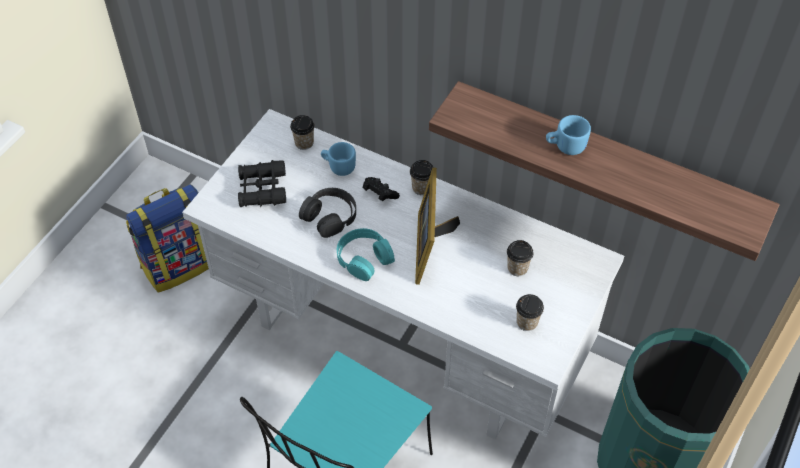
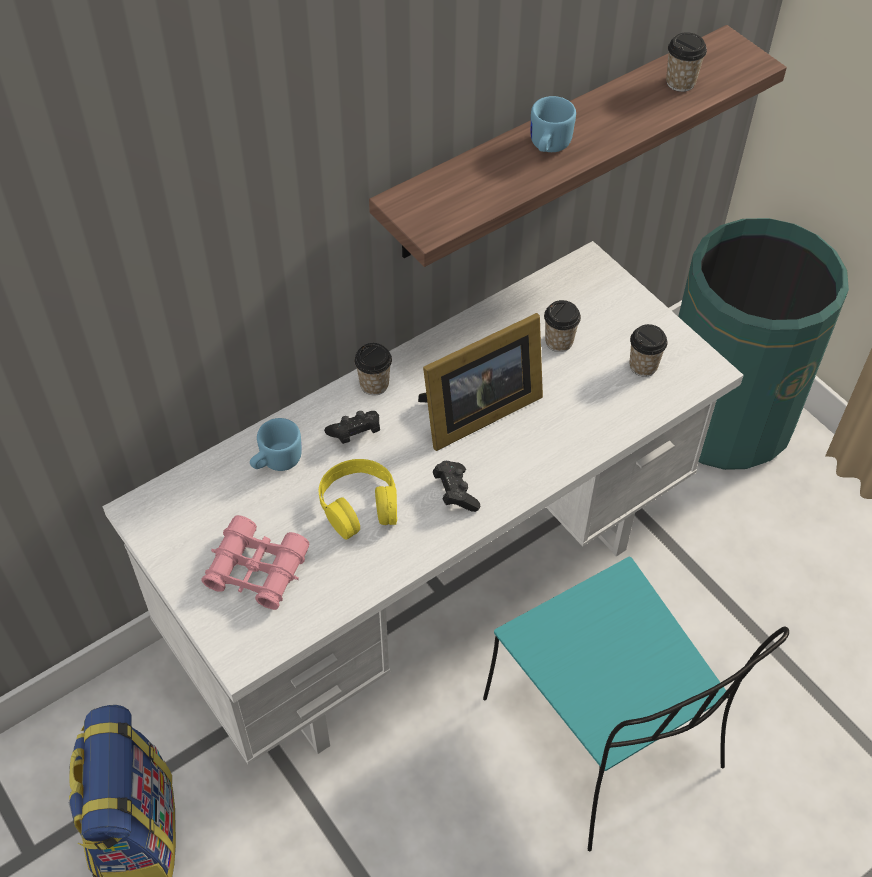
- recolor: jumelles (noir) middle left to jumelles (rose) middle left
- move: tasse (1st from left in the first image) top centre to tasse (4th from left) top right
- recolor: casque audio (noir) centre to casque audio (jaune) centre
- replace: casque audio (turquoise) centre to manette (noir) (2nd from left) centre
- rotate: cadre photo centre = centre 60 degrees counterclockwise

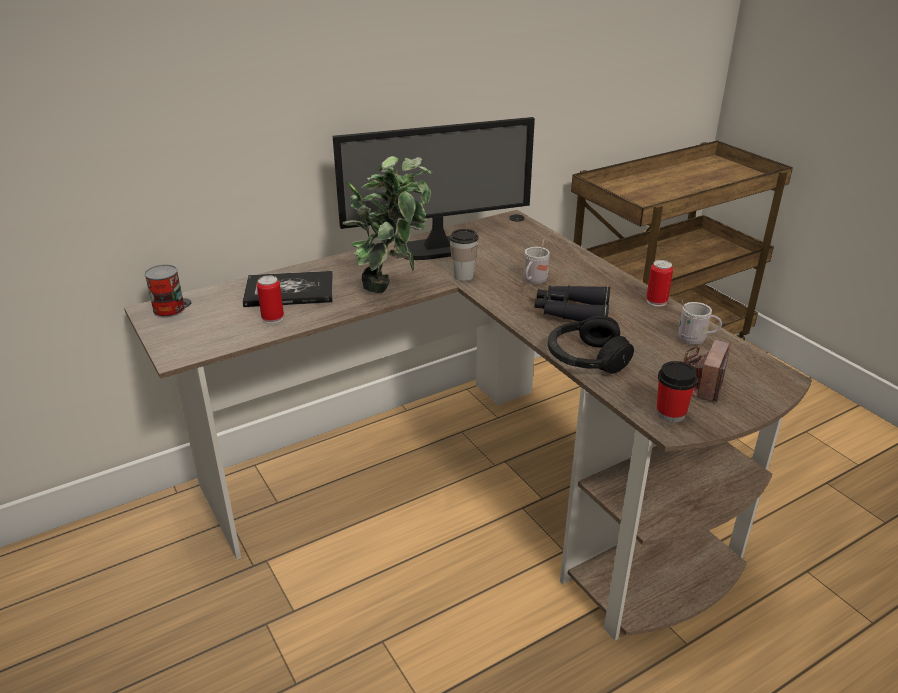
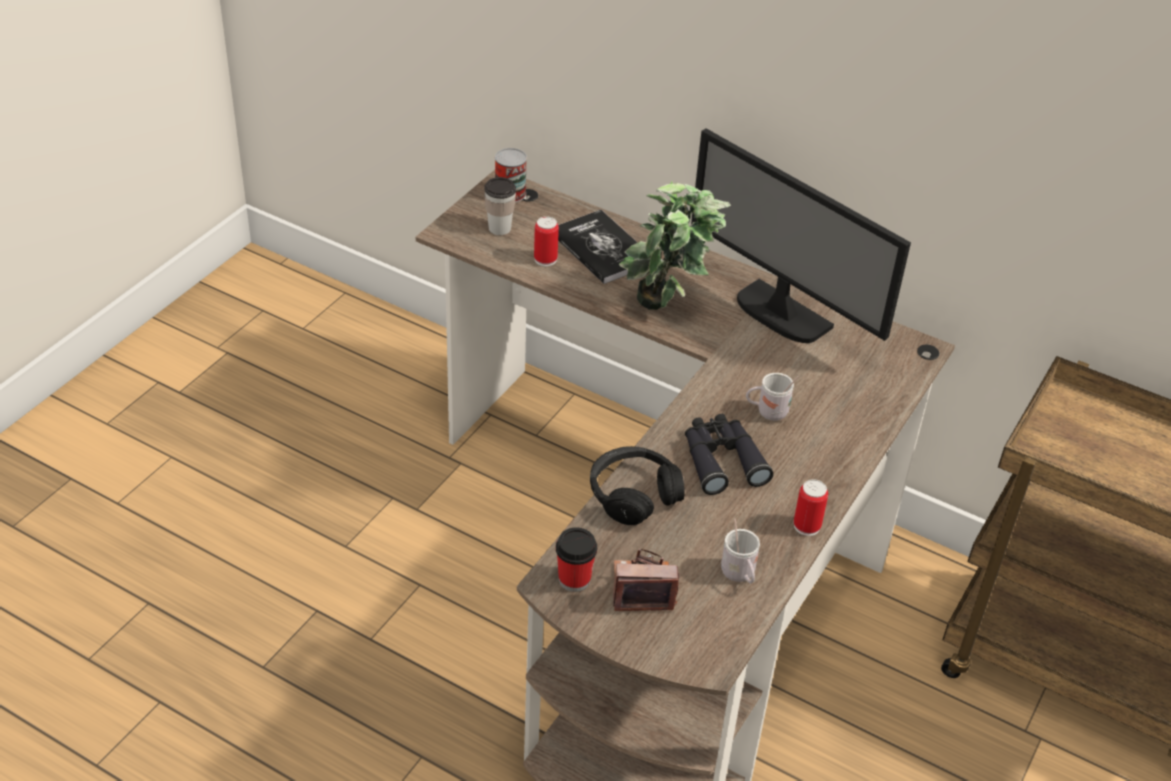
- move: tasse (1st from left) centre to top centre

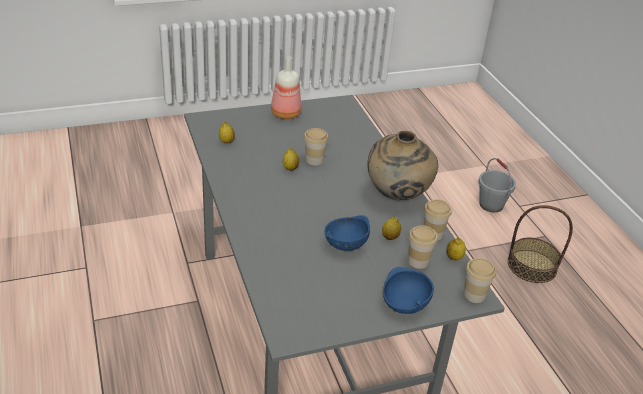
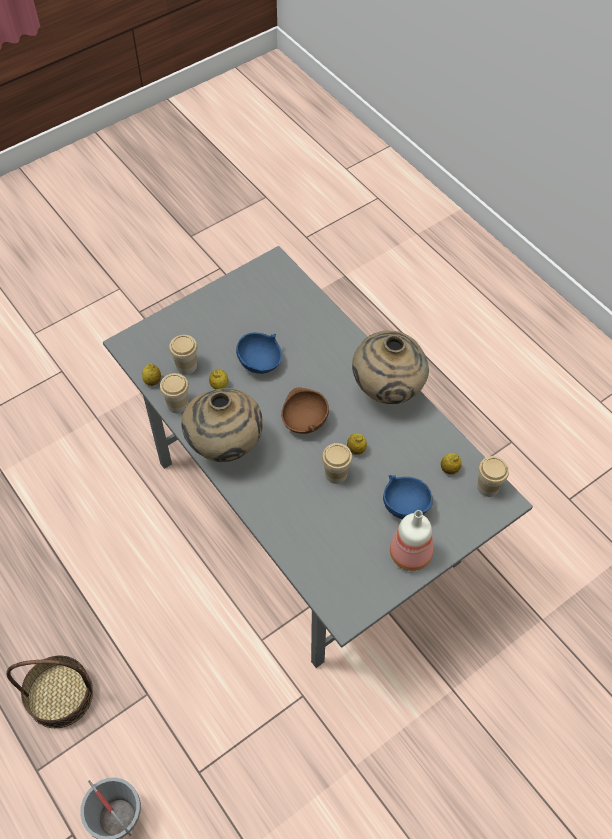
- move: bol (bleu) (2nd from left) bottom centre to middle right
- move: tasse (4th from left) bottom right to middle right
- insert: bol (marron) centre
- insert: vase (beige) (2nd from left) centre

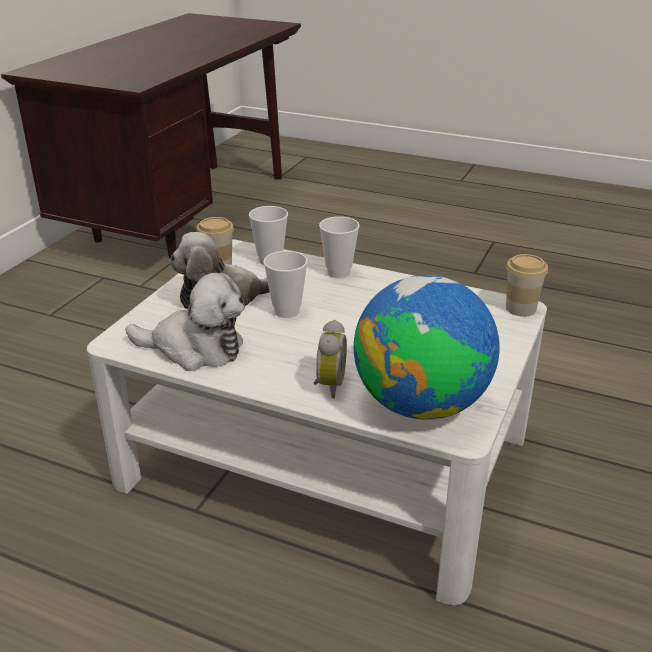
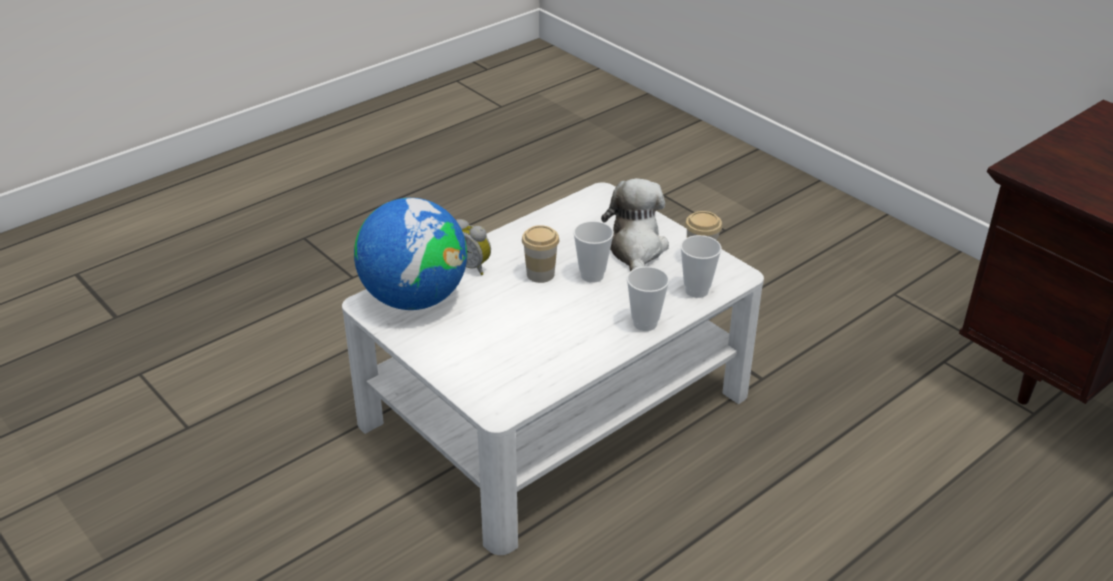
- delete: peluche (1st from left) middle left
- move: tasse (5th from left in the first image) middle right to tasse (1st from left) centre

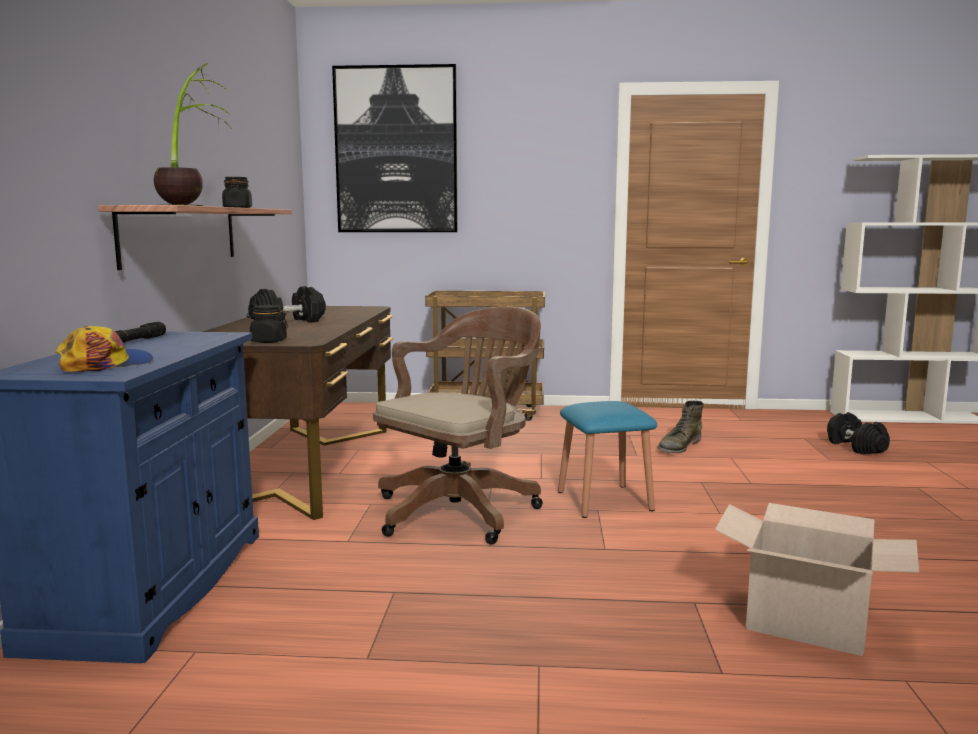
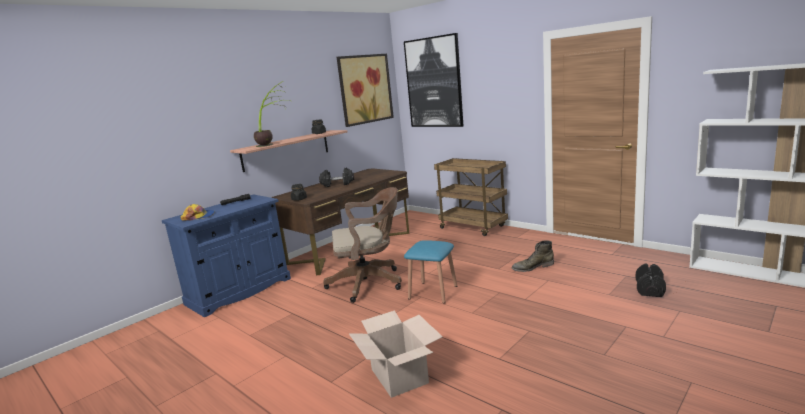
- insert: tableau (1st from left) top centre

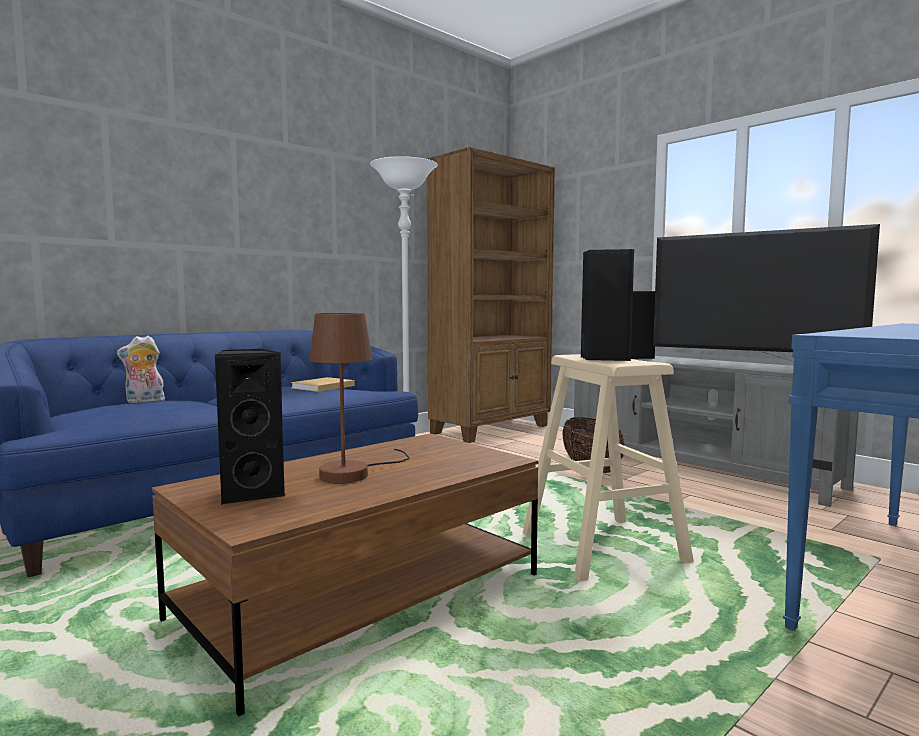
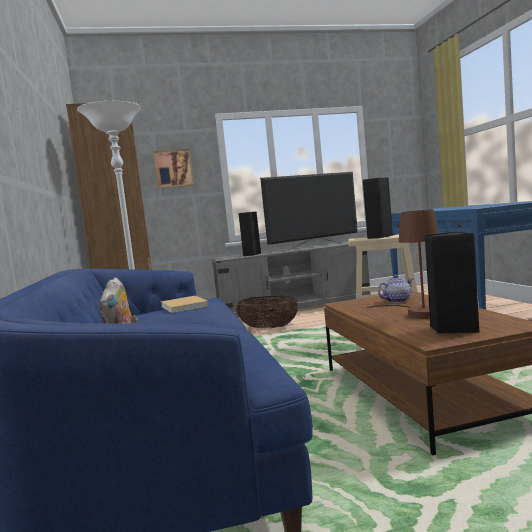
- insert: tableau top left
- insert: théière middle right

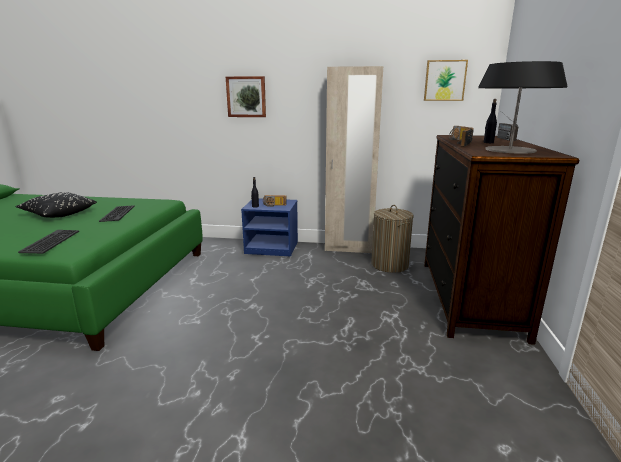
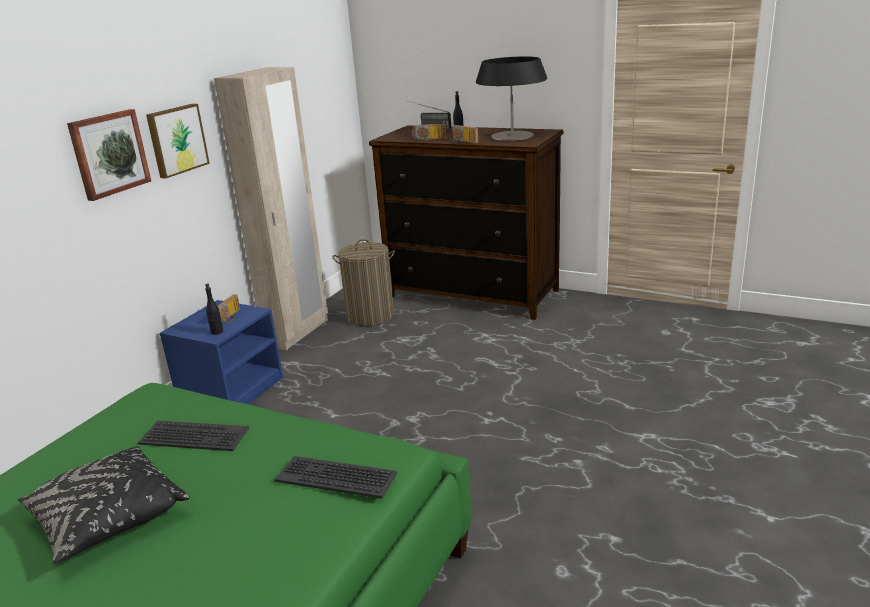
- move: tableau (2nd from left) top right to top left

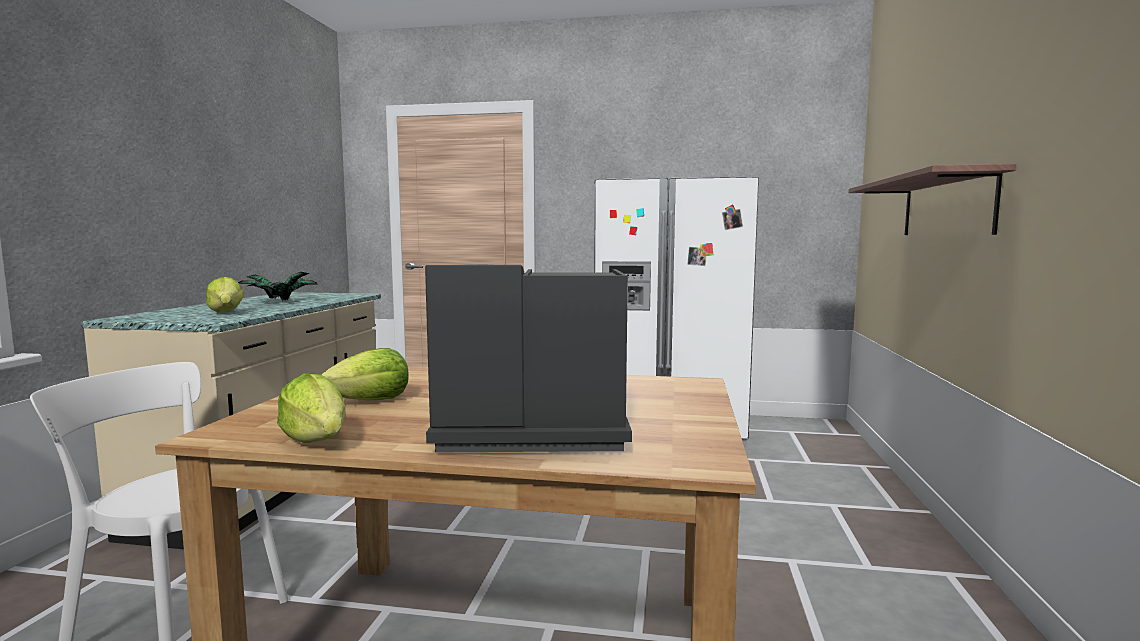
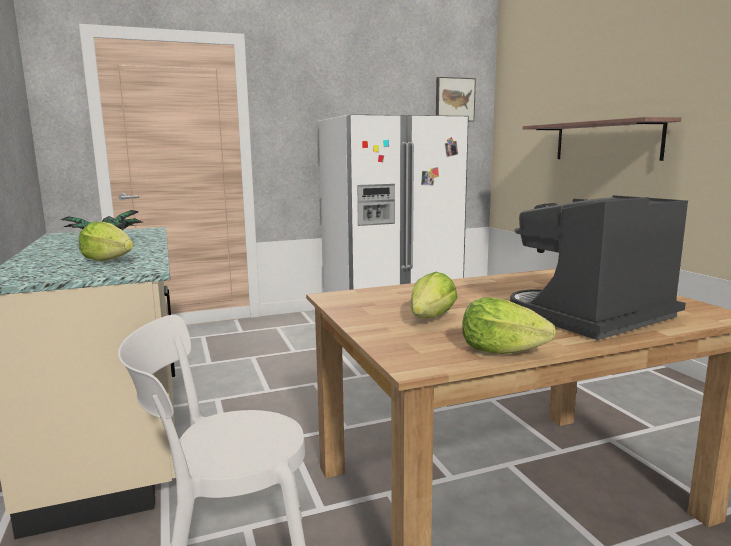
- insert: tableau top centre

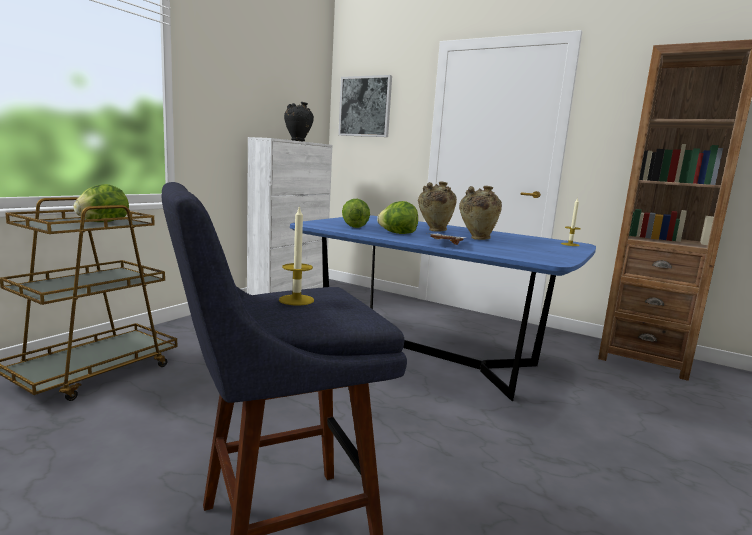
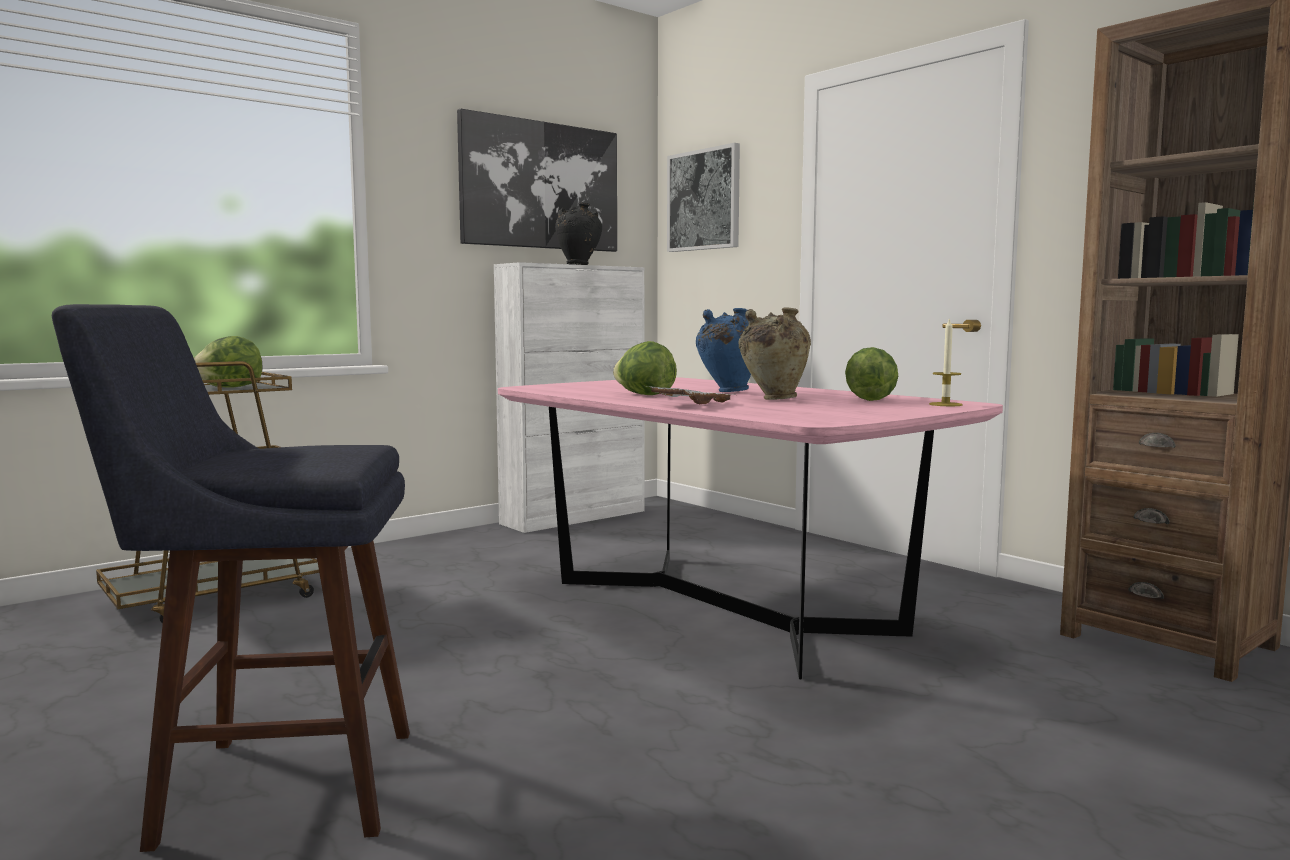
- delete: bougie (1st from left) centre
- recolor: table à manger (bleu) centre to table à manger (rose) centre
- move: laitue (2nd from left in the first image) centre to laitue (3rd from left) middle right
- recolor: vase (beige) (1st from left) centre to vase (bleu) centre
- insert: tableau (1st from left) top centre

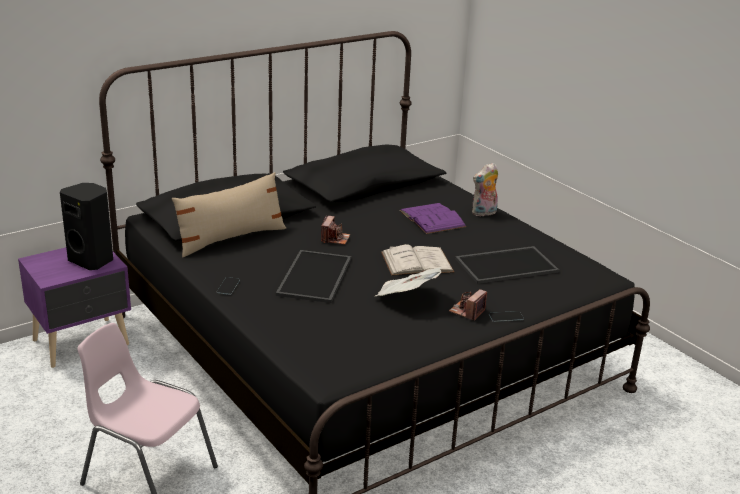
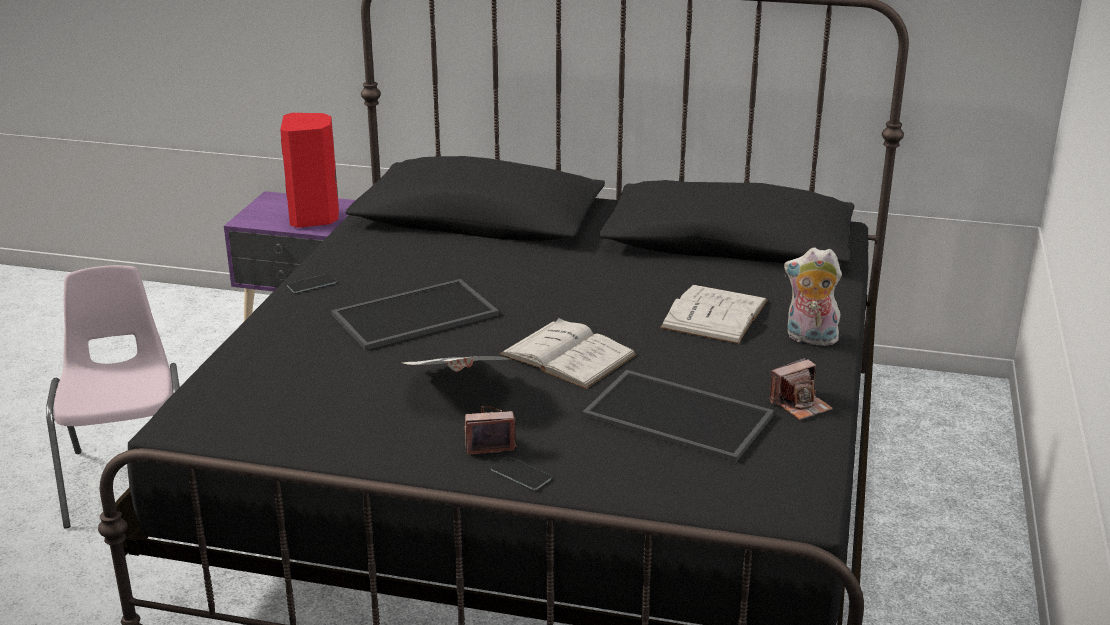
- recolor: enceinte (noir) middle left to enceinte (rouge) top left
- delete: coussin (beige) middle left
- move: appareil photo (1st from left in the first image) centre to appareil photo (2nd from left) middle right
- recolor: livre (violet) centre to livre (blanc) (2nd from left) centre

